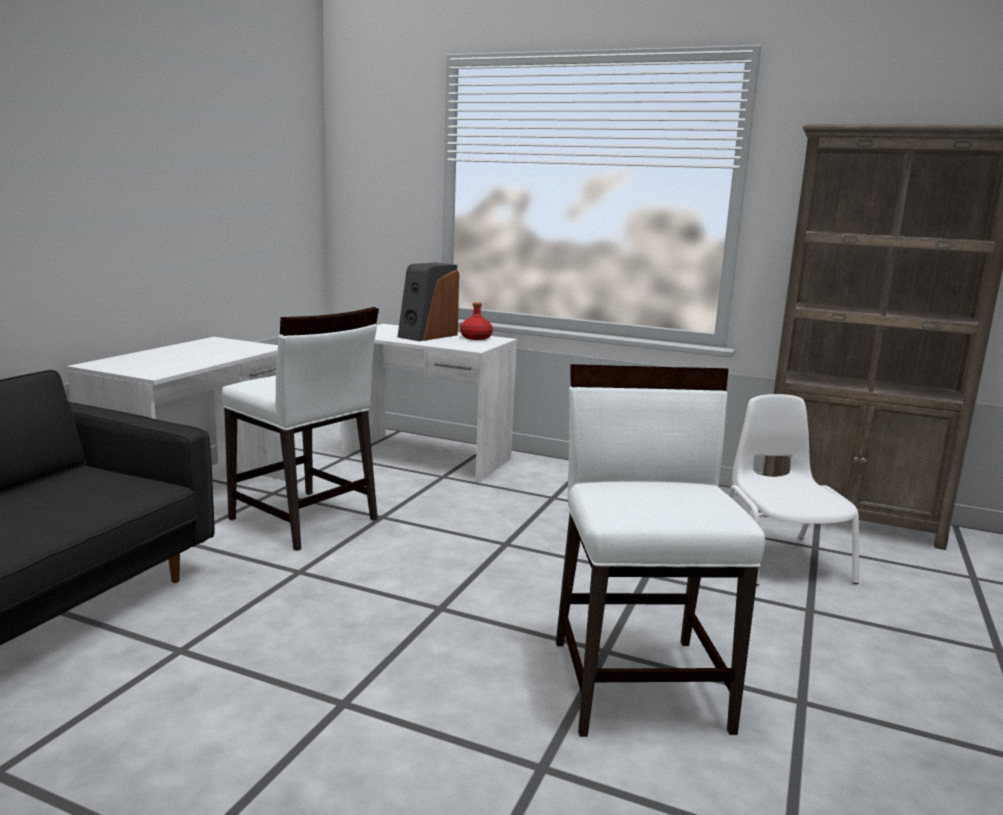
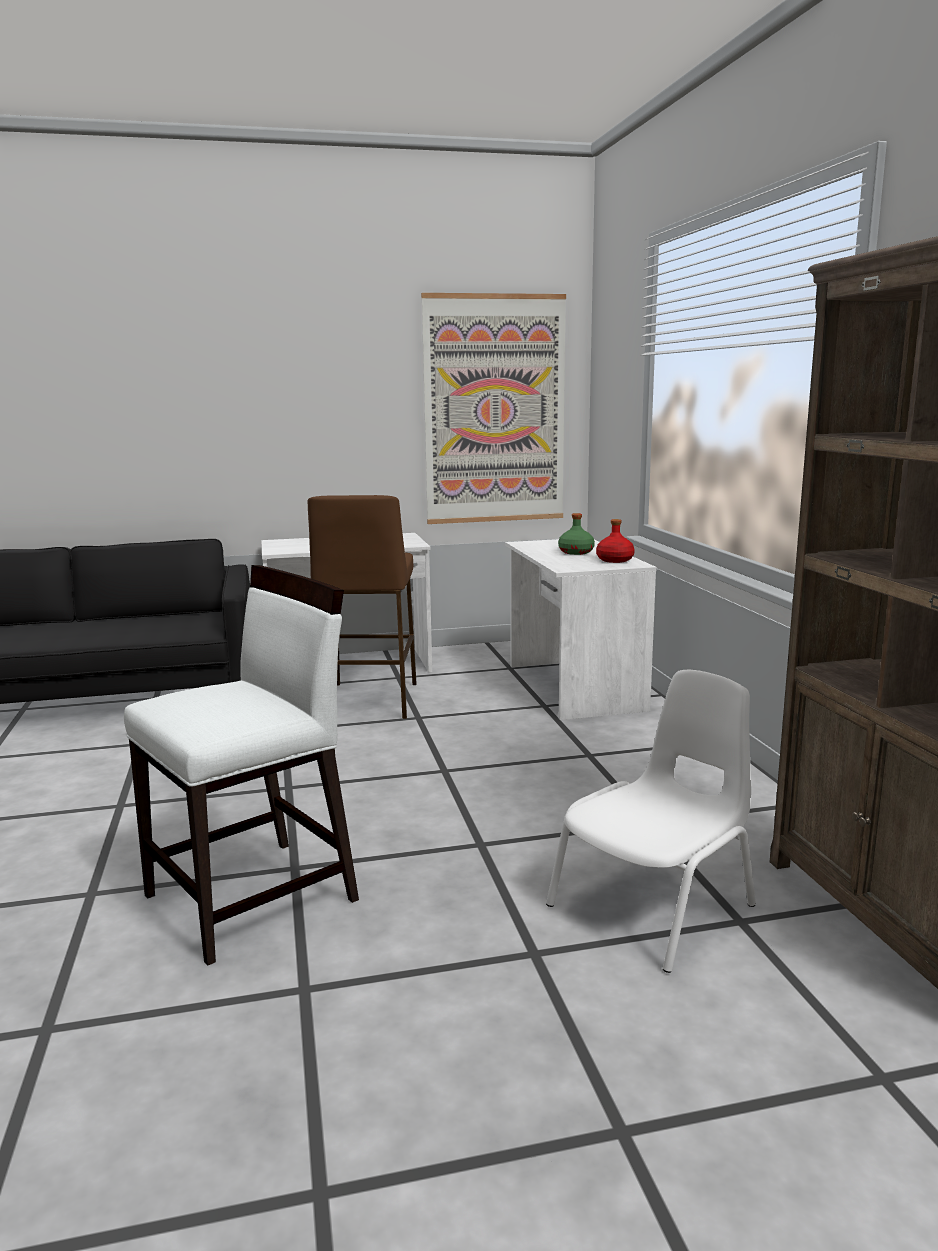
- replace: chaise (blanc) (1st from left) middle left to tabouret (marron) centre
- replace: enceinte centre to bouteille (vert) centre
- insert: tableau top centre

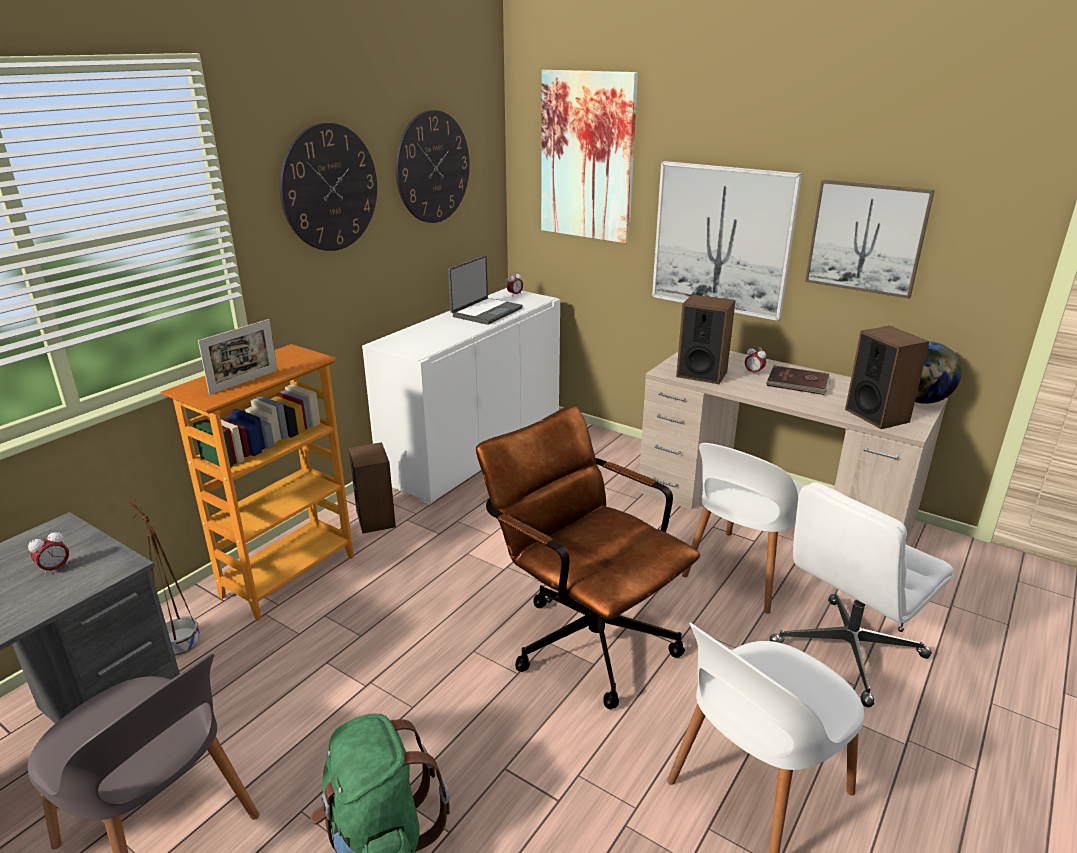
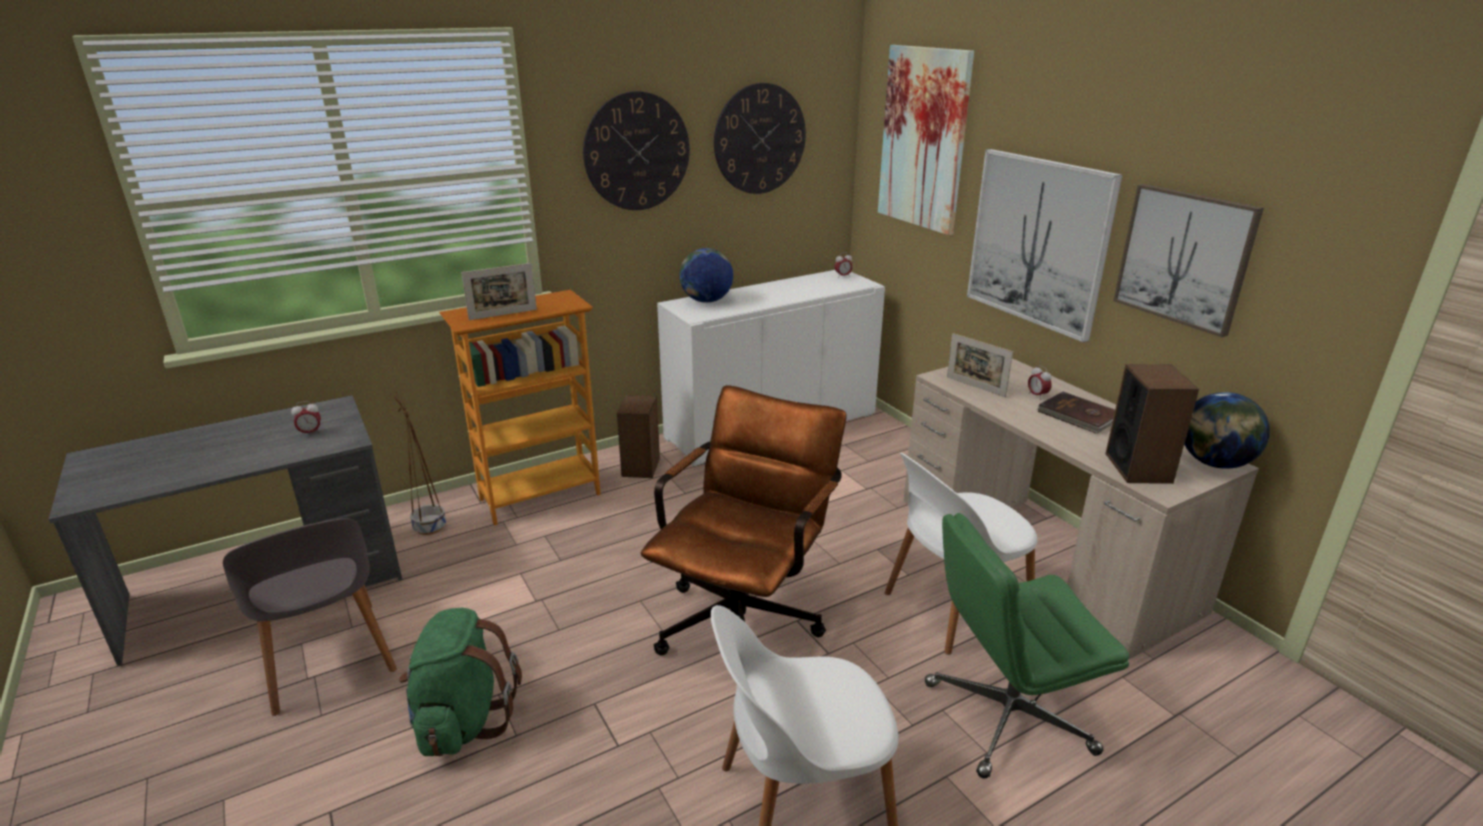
- delete: ordinateur portable centre
- rotate: chaise de bureau (marron) centre = centre 45 degrees clockwise
- replace: enceinte (2nd from left) centre to cadre photo (2nd from left) centre
- recolor: chaise de bureau (blanc) bottom right to chaise de bureau (vert) bottom right
- insert: globe (1st from left) top centre

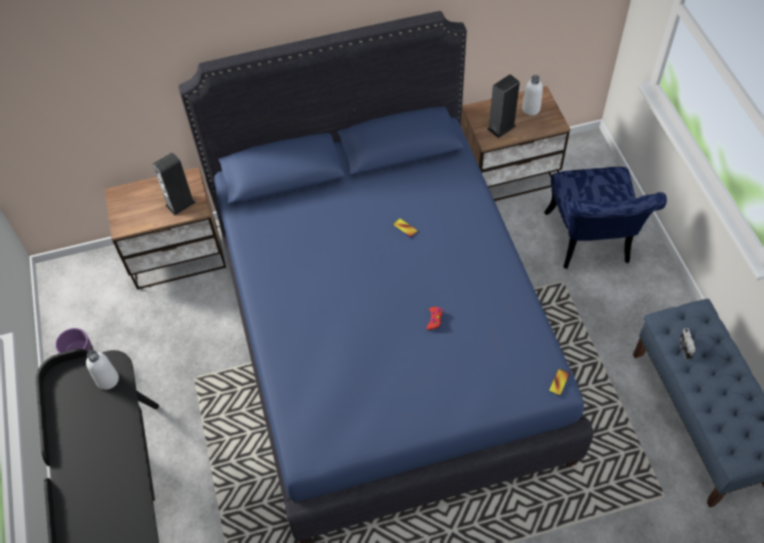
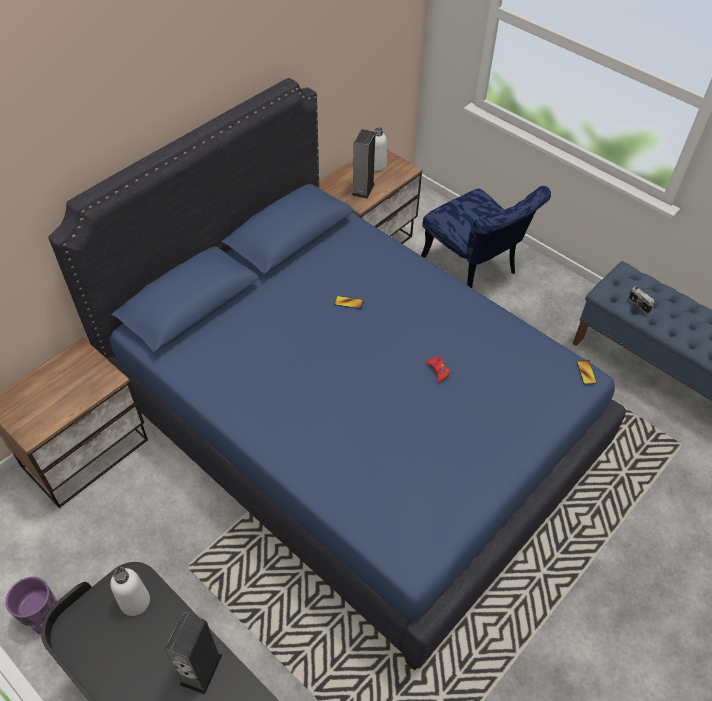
- move: enceinte (1st from left) middle left to bottom left

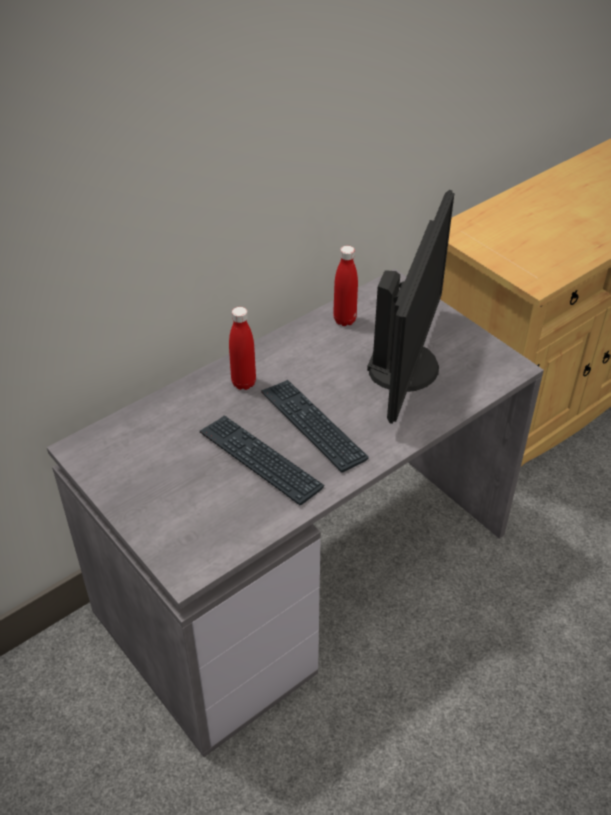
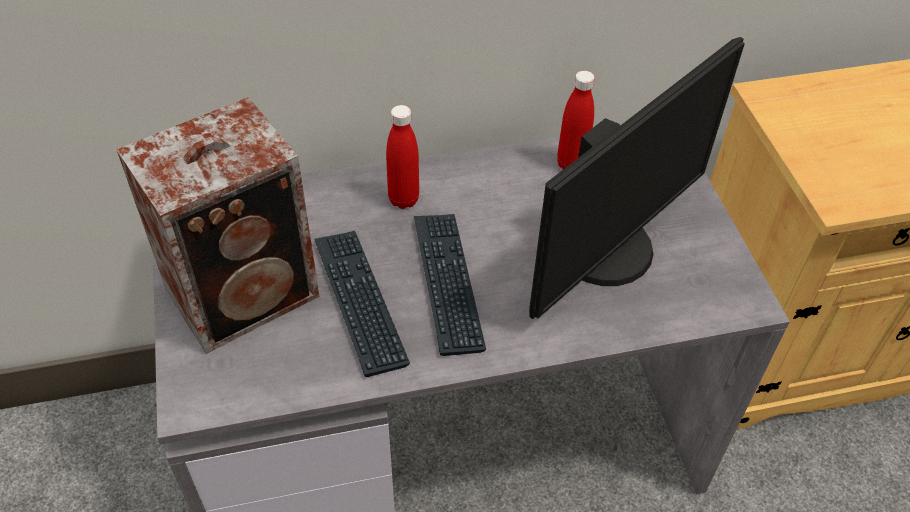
- insert: enceinte middle left

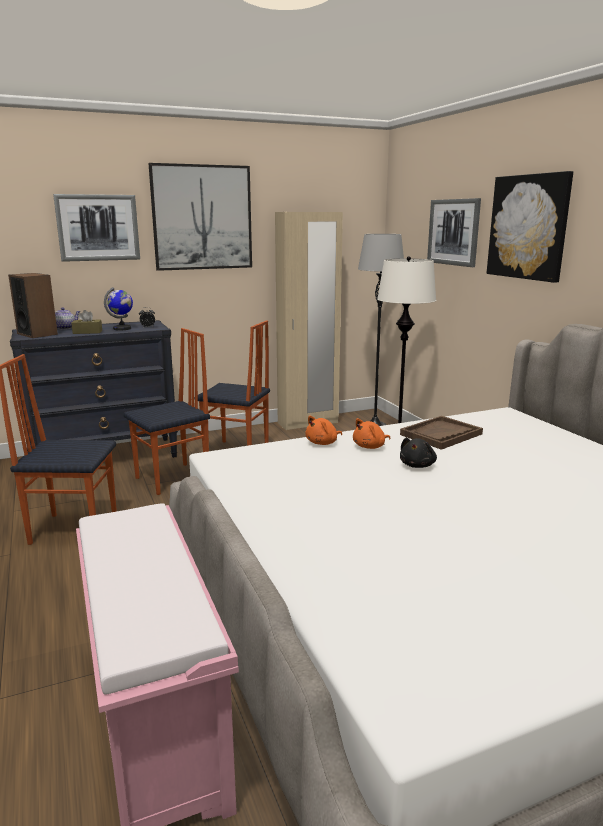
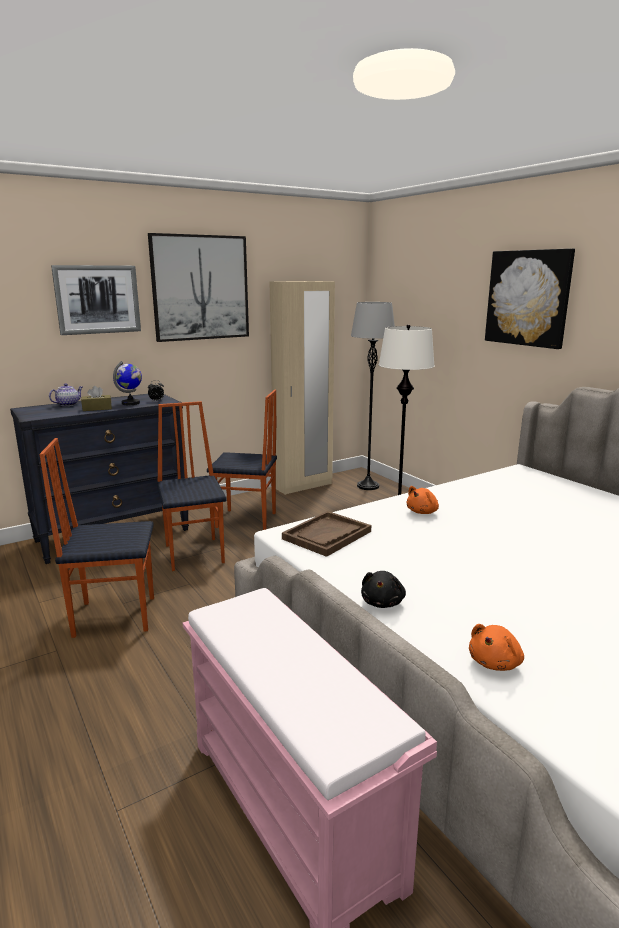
- delete: enceinte middle left
- rotate: chaise (2nd from left) middle left = middle left 60 degrees counterclockwise
- move: peluche (orange) (1st from left in the first image) centre to peluche (orange) (2nd from left) bottom right
- move: plateau (marron) middle right to centre
- move: peluche (noir) middle right to centre
- delete: tableau (3rd from left) top right

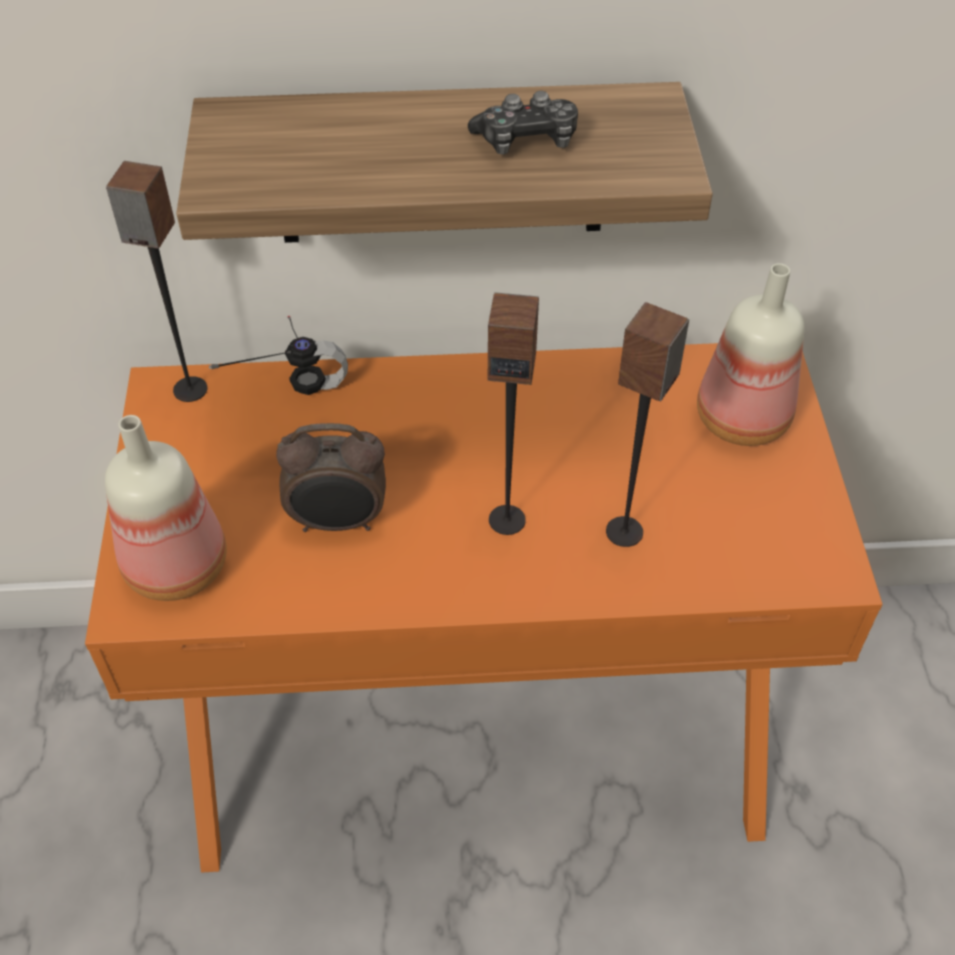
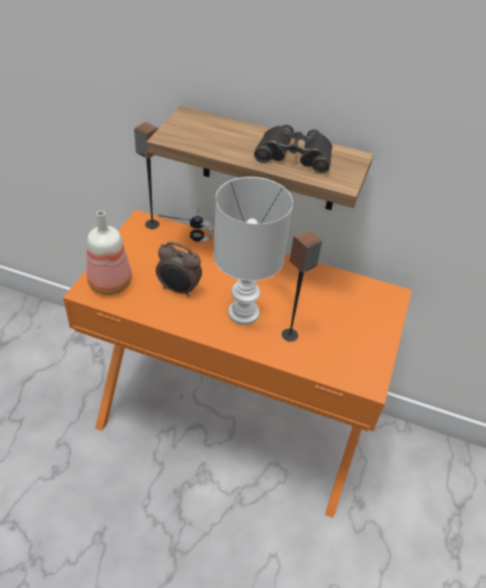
- replace: manette top centre to jumelles (noir) top centre
- replace: enceinte (2nd from left) centre to lampe de table (blanc) centre
- delete: bouteille (2nd from left) middle right

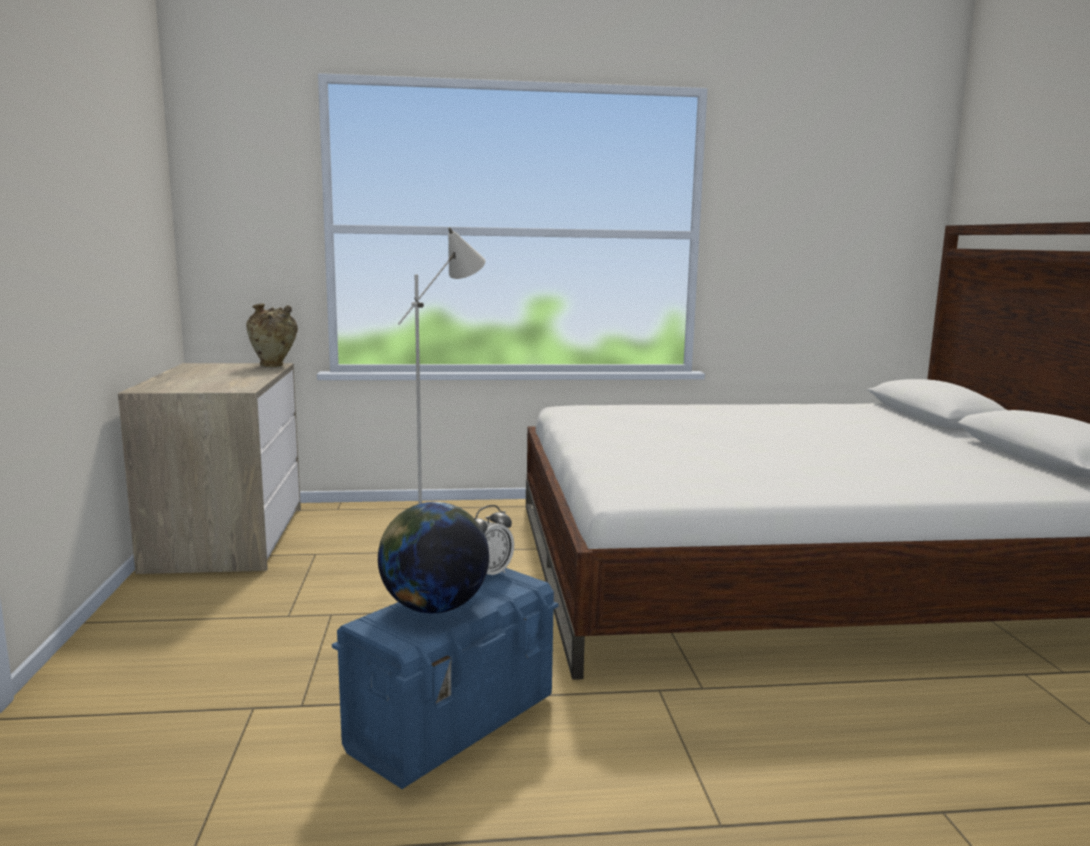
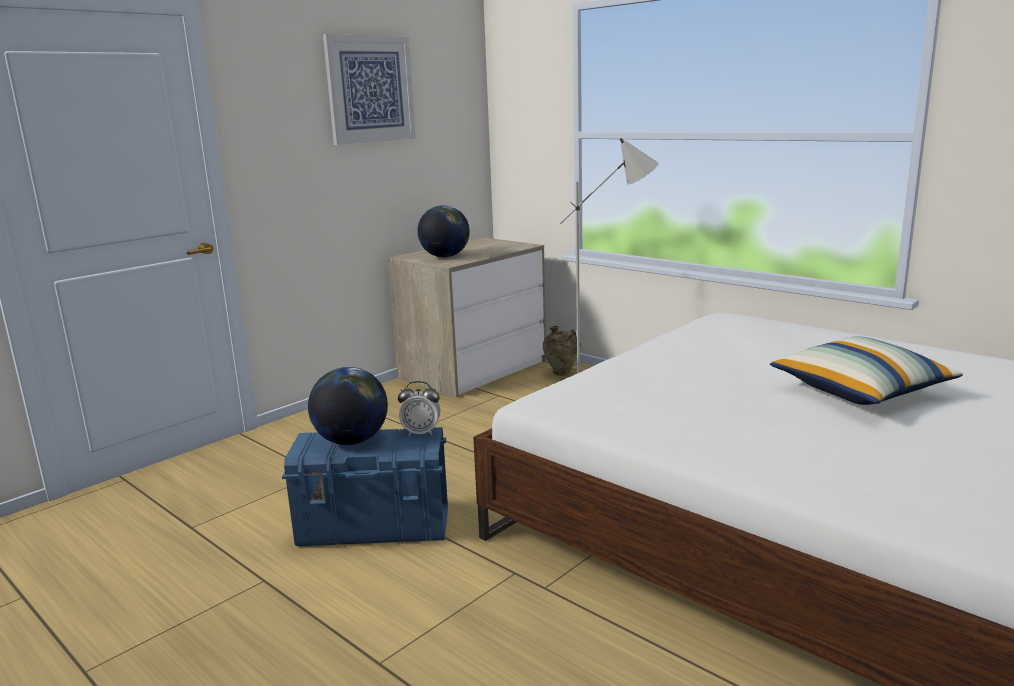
- move: vase (beige) middle left to centre
- insert: tableau top centre
- insert: globe (2nd from left) centre
- insert: coussin middle right

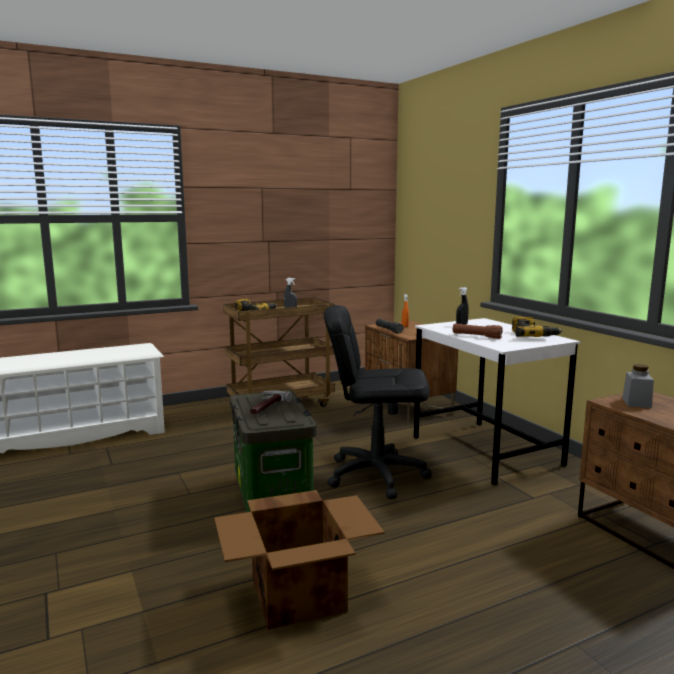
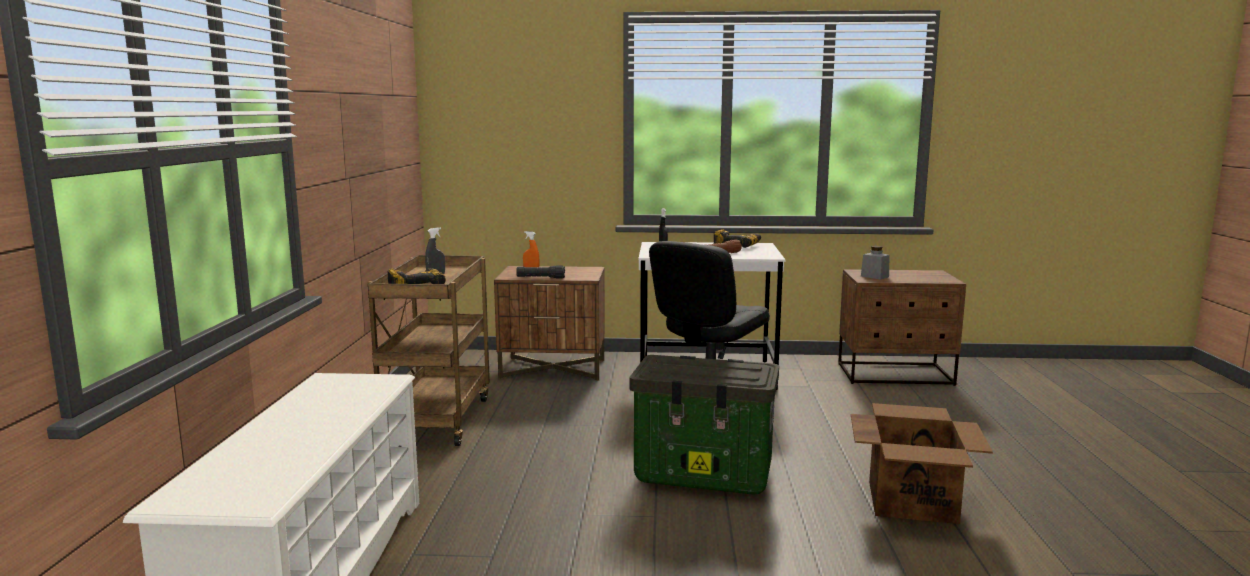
- delete: marteau centre

